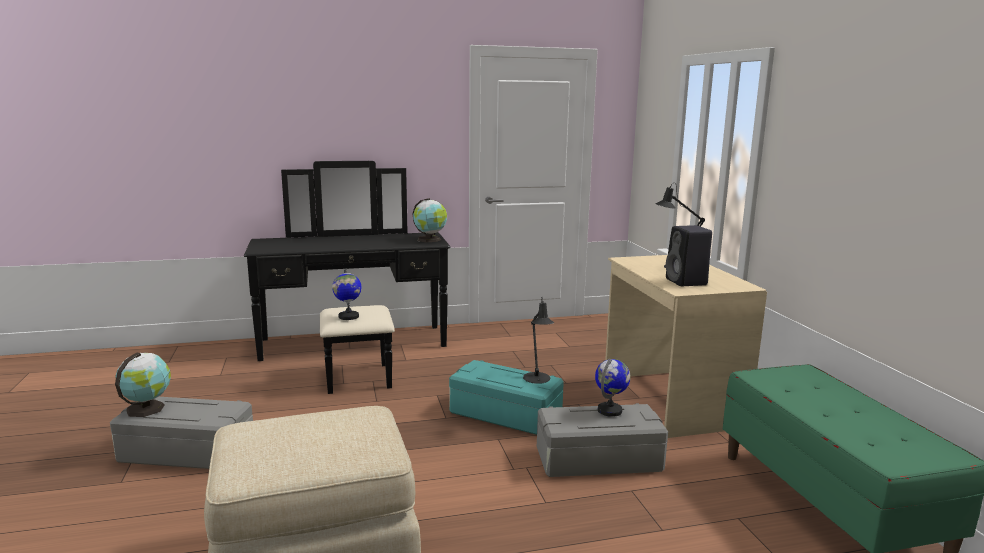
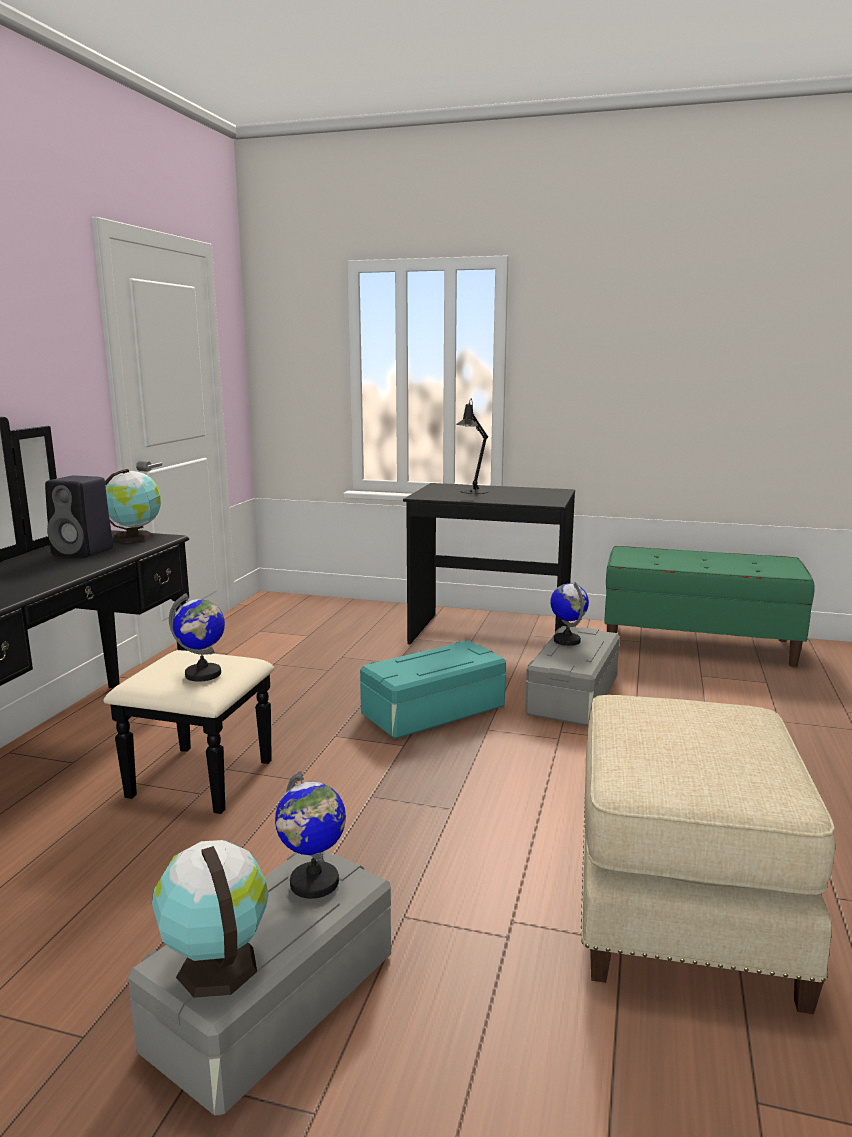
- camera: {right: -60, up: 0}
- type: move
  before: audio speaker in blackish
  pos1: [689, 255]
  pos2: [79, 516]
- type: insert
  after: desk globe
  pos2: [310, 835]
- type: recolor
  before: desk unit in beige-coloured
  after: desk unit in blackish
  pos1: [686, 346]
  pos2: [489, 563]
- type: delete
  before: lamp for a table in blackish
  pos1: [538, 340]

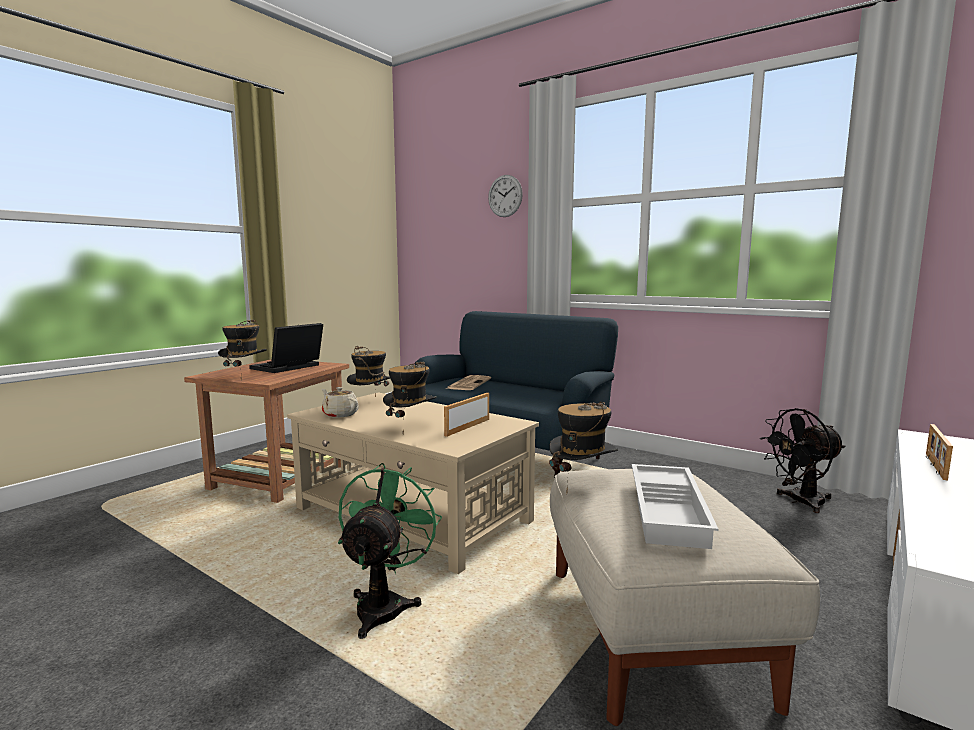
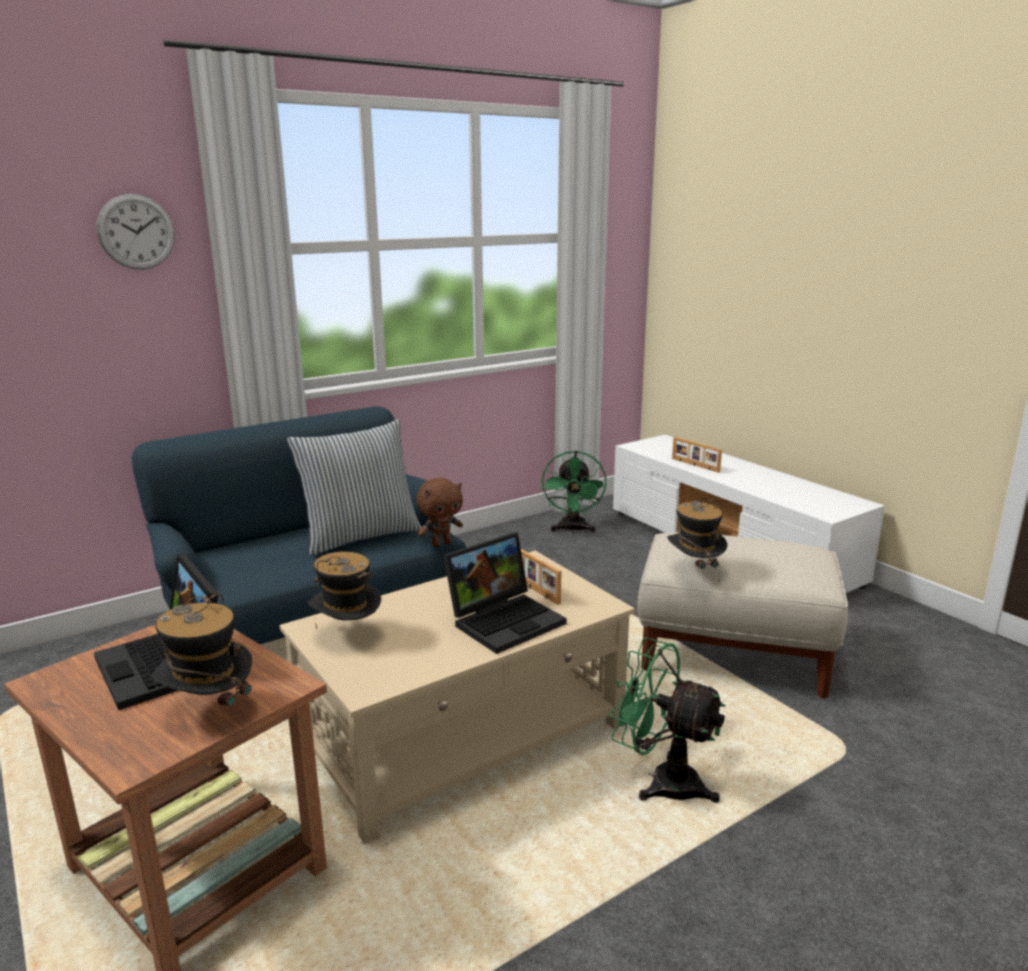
- camera: {right: -70, up: 10}
- type: insert
  after: pillow
  pos2: [354, 487]
- type: insert
  after: cuddly toy in brown-coloured
  pos2: [439, 512]
- type: replace
  before: clothing hat
  after: laptop
  pos1: [409, 398]
  pos2: [505, 593]
- type: recolor
  before: cooling fan in blackish
  after: cooling fan in green
  pos1: [803, 460]
  pos2: [574, 492]
- type: delete
  before: tea pot in beige-coloured
  pos1: [340, 402]
- type: delete
  before: daily paper
  pos1: [468, 382]
- type: delete
  before: tray in whitish
  pos1: [675, 506]

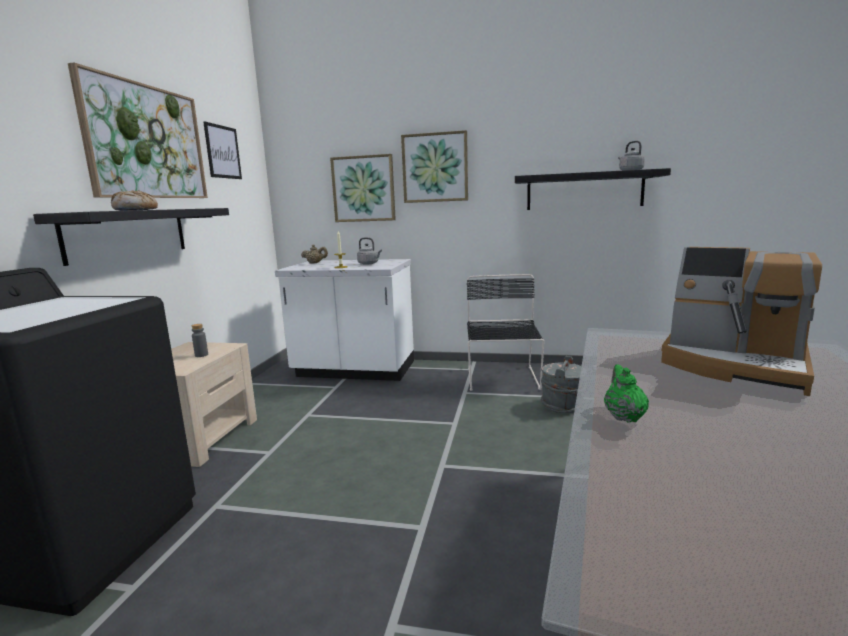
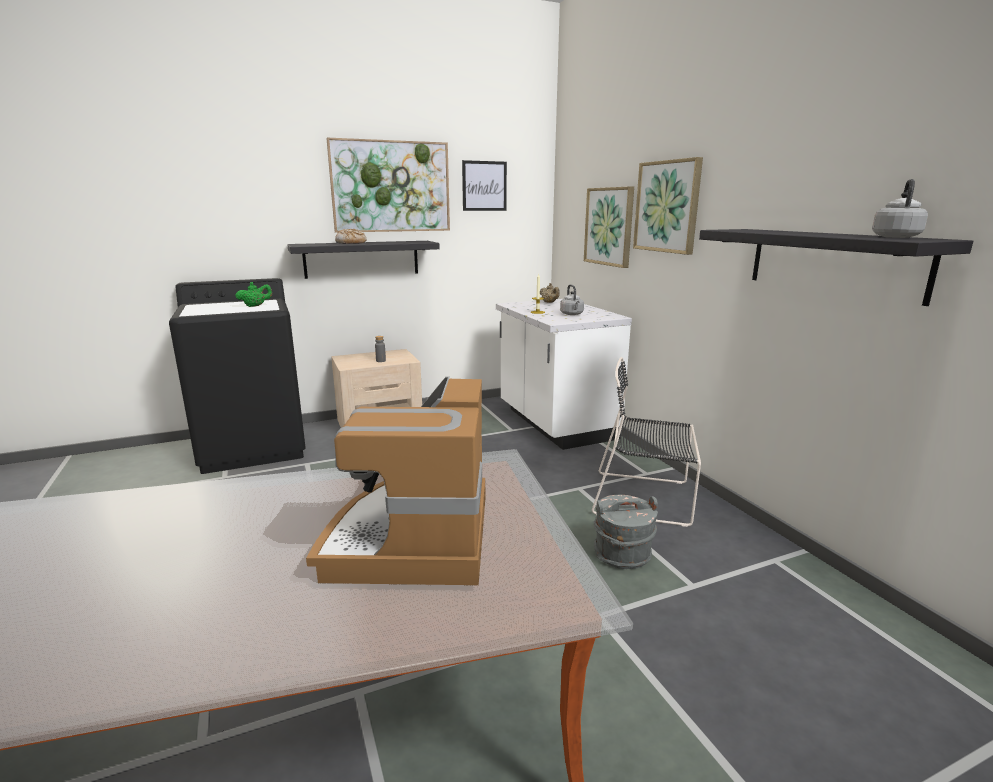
- camera: {right: 55, up: 5}
- type: move
  before: tea pot in green
  pos1: [626, 393]
  pos2: [253, 294]
- type: rotate
  before: plain chair in blackish
  pos1: [505, 332]
  pos2: [646, 442]
  turn: -135

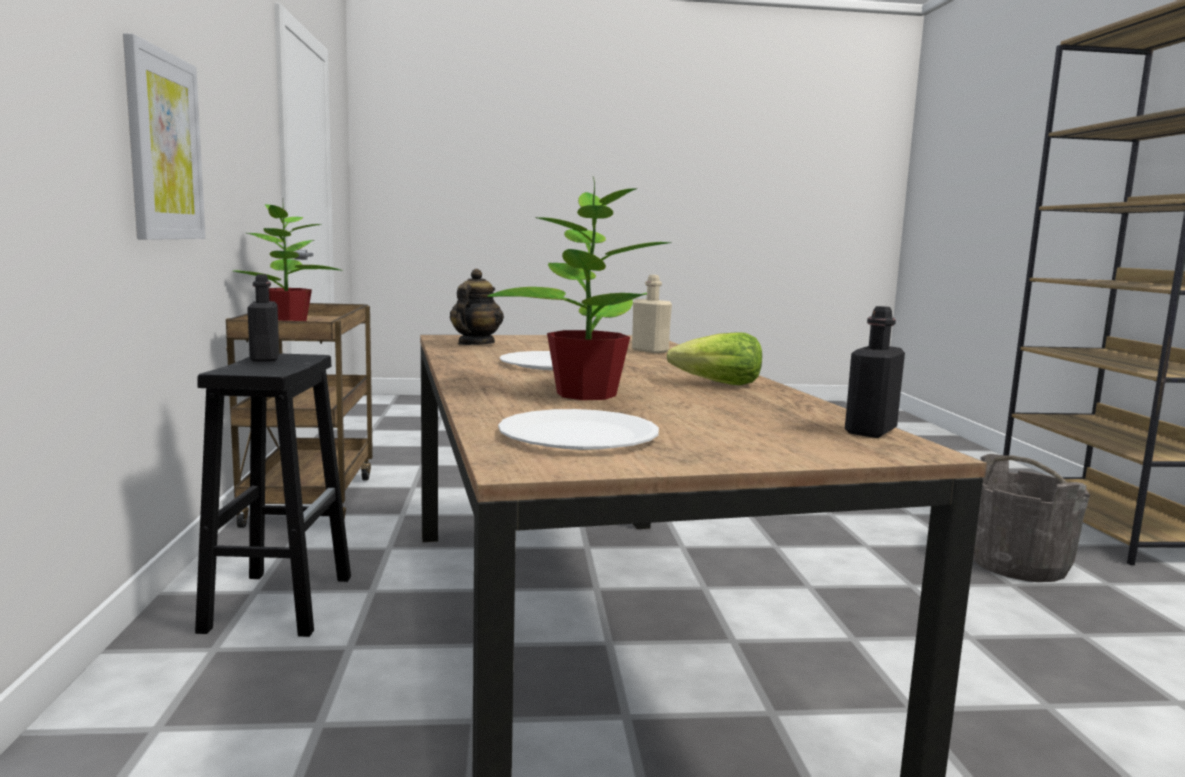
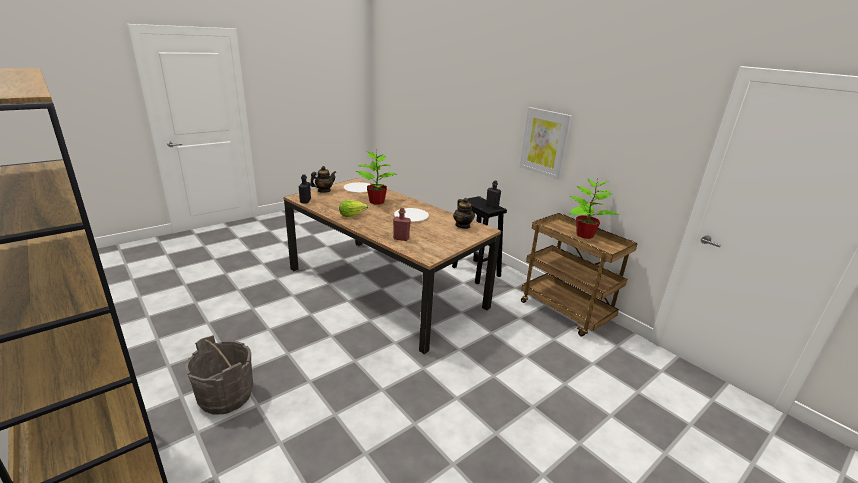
- camera: {right: 145, up: 15}
- type: insert
  after: tea pot
  pos2: [323, 179]
- type: recolor
  before: beverage bottle in beige-coloured
  after: beverage bottle in red-coloured
  pos1: [652, 314]
  pos2: [402, 224]

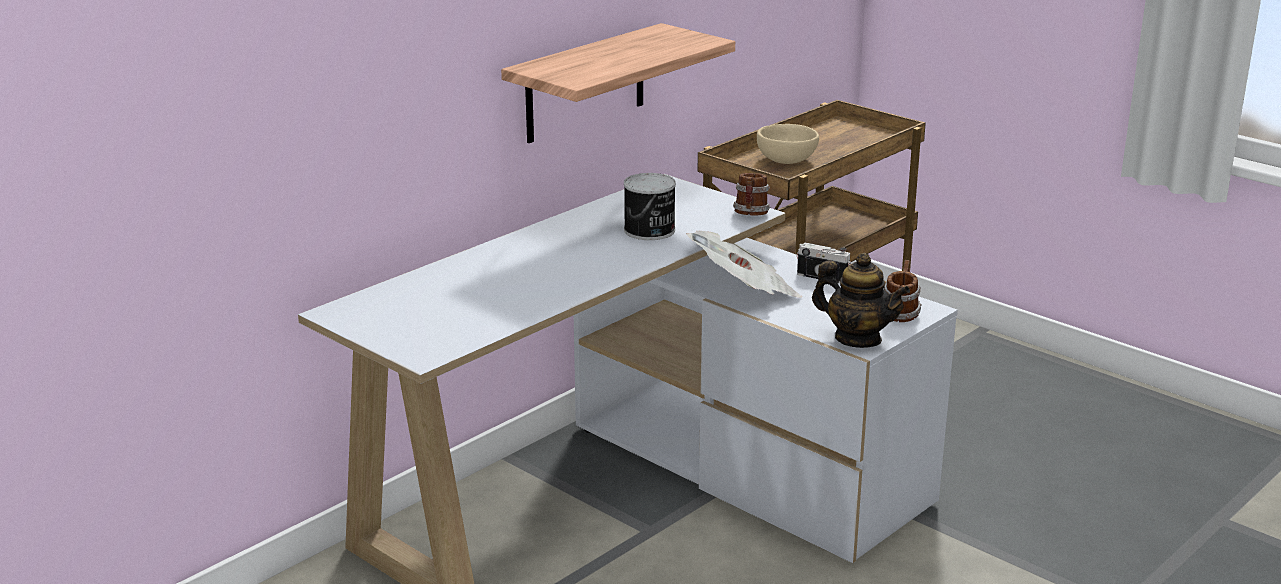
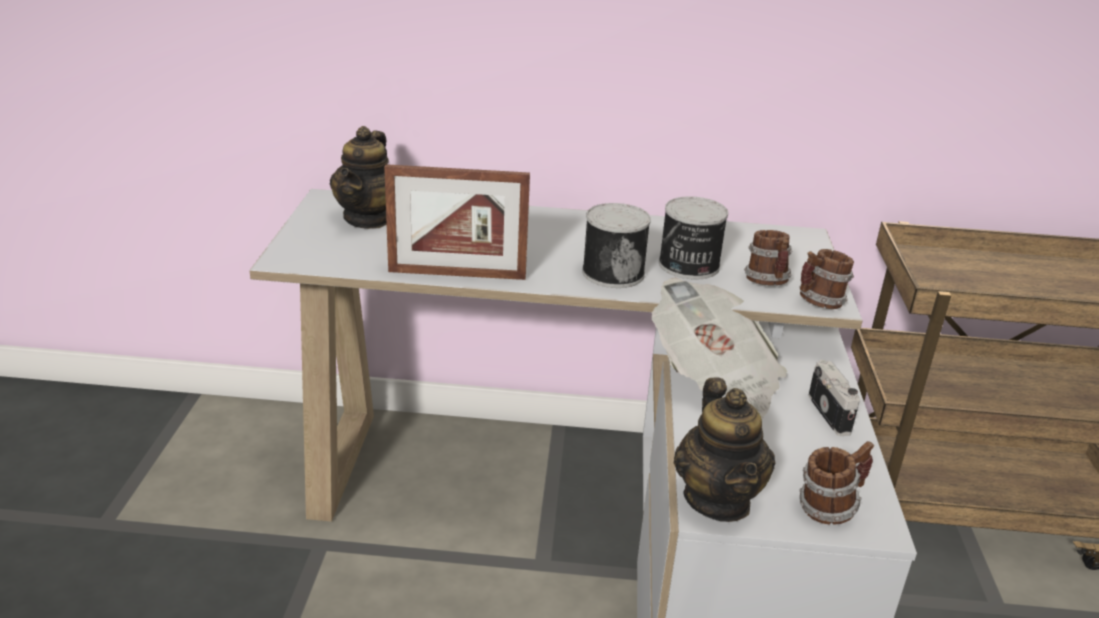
- camera: {right: 50, up: 5}
- type: insert
  after: tea pot
  pos2: [359, 177]
- type: insert
  after: picture frame
  pos2: [457, 222]
- type: insert
  after: sealed can
  pos2: [616, 245]
- type: insert
  after: tea mug
  pos2: [768, 257]
- type: delete
  before: wall shelf
  pos1: [618, 83]
- type: delete
  before: serving bowl in beige-coloured
  pos1: [788, 144]

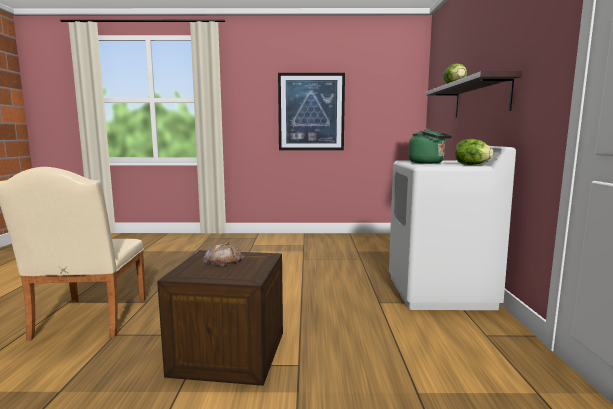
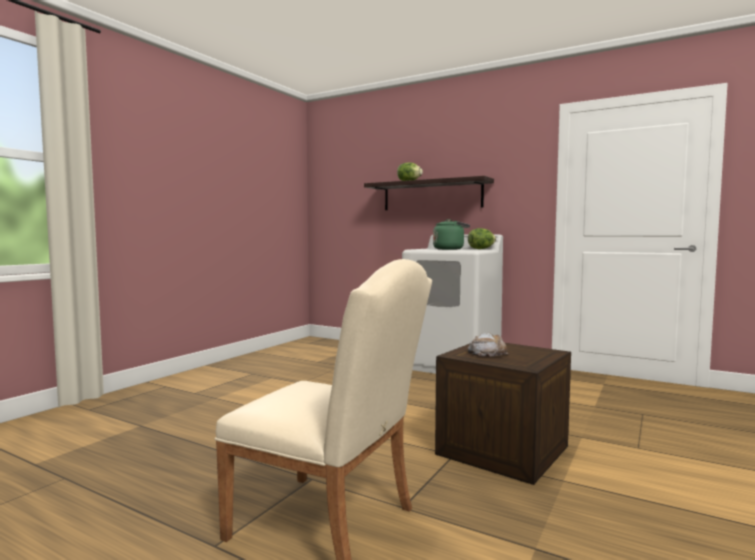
- camera: {right: -60, up: -5}
- type: delete
  before: wall picture
  pos1: [311, 111]

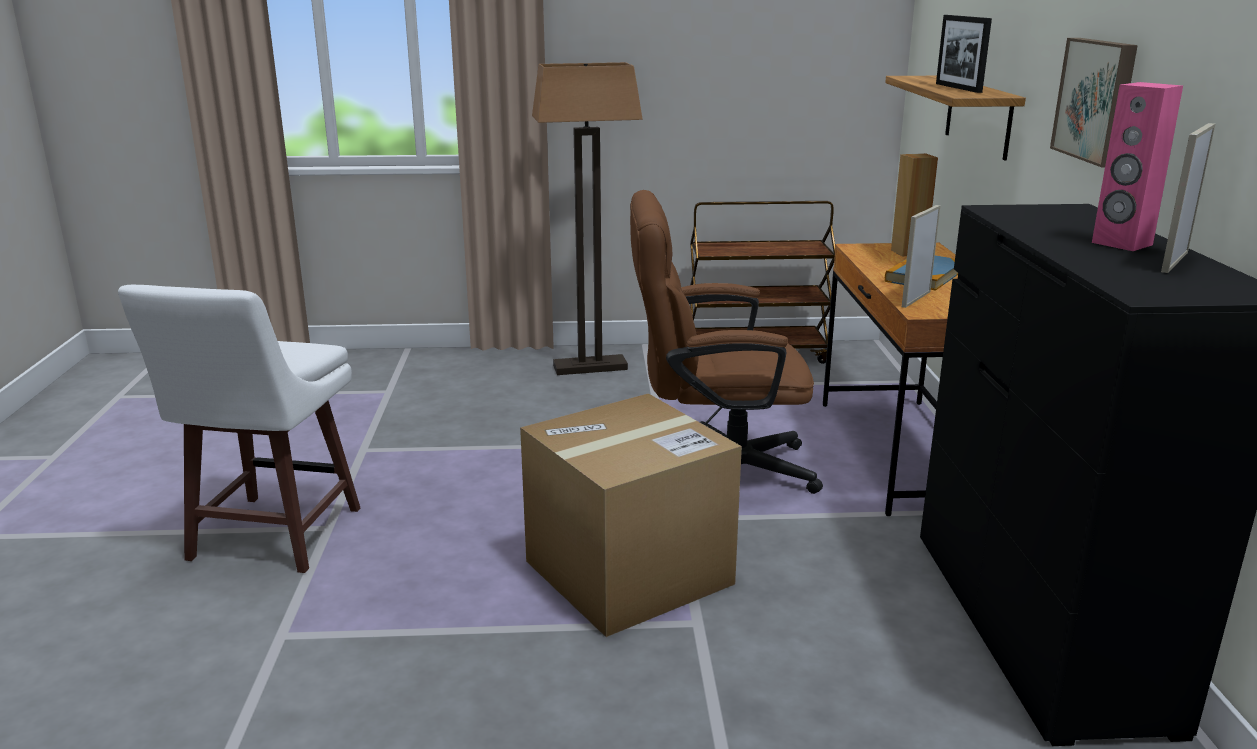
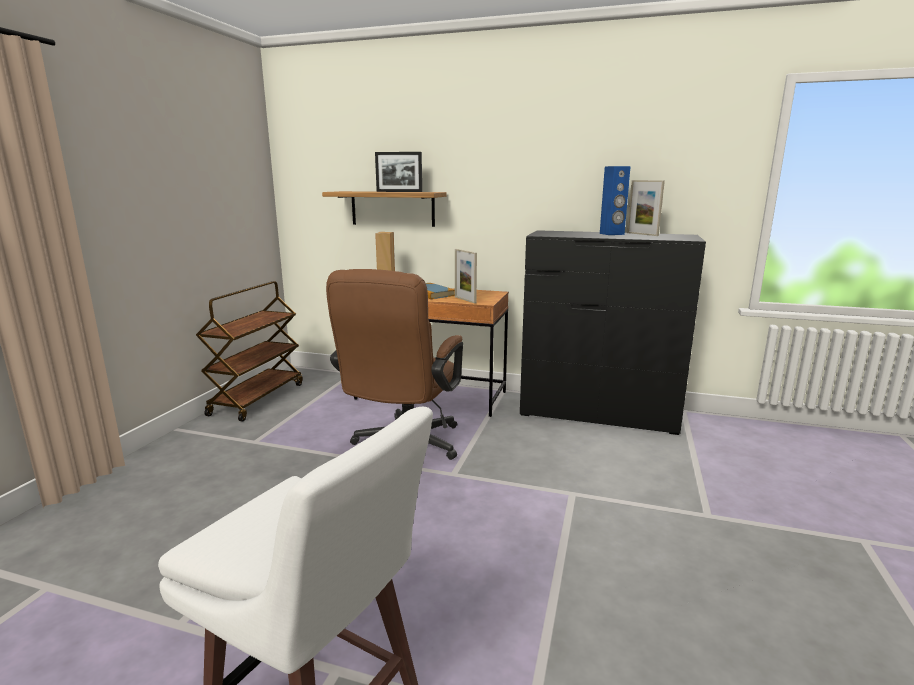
- camera: {right: -70, up: -5}
- type: recolor
  before: audio speaker in pinkish
  after: audio speaker in blue-coloured
  pos1: [1137, 166]
  pos2: [615, 200]
- type: delete
  before: carton
  pos1: [631, 515]
- type: delete
  before: standing lamp
  pos1: [587, 218]
- type: delete
  before: wall picture
  pos1: [1094, 102]

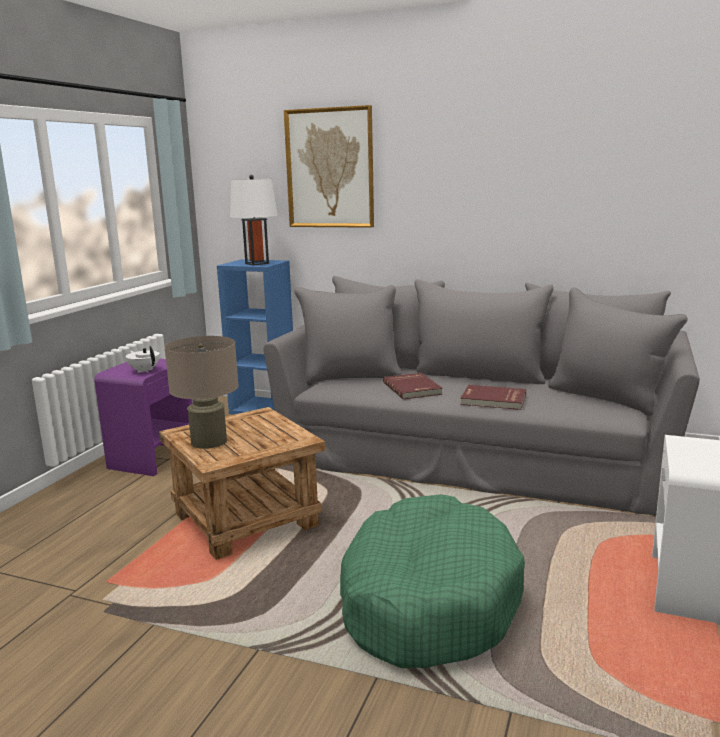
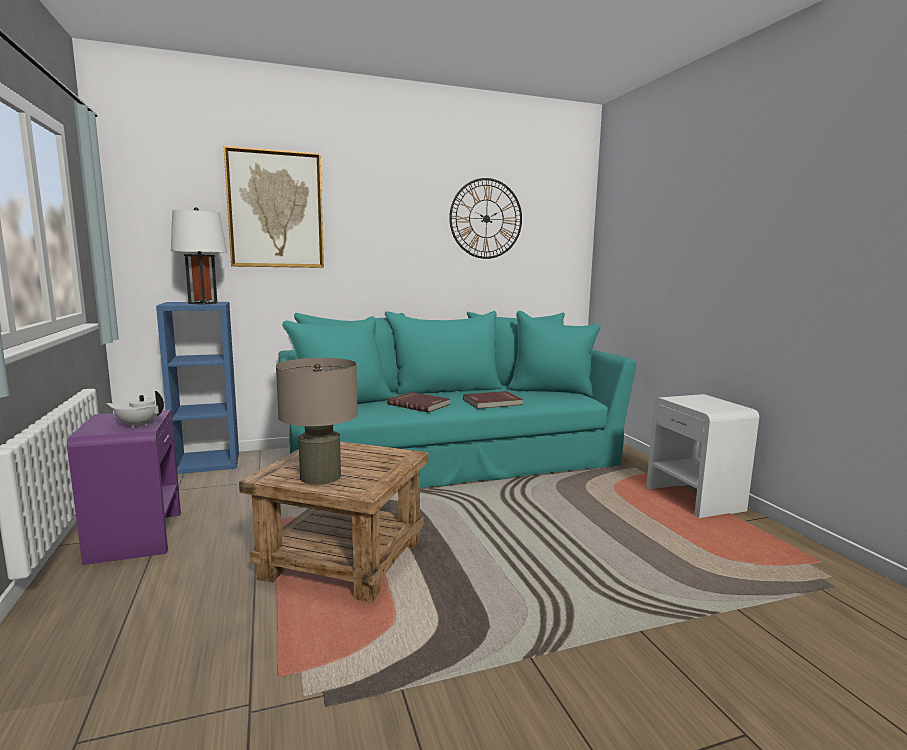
- camera: {right: -40, up: -5}
- type: recolor
  before: couch in grey
  after: couch in turquoise
  pos1: [481, 396]
  pos2: [457, 399]
- type: insert
  after: clock on the wall
  pos2: [485, 218]
- type: delete
  before: dog bed in green
  pos1: [432, 581]

